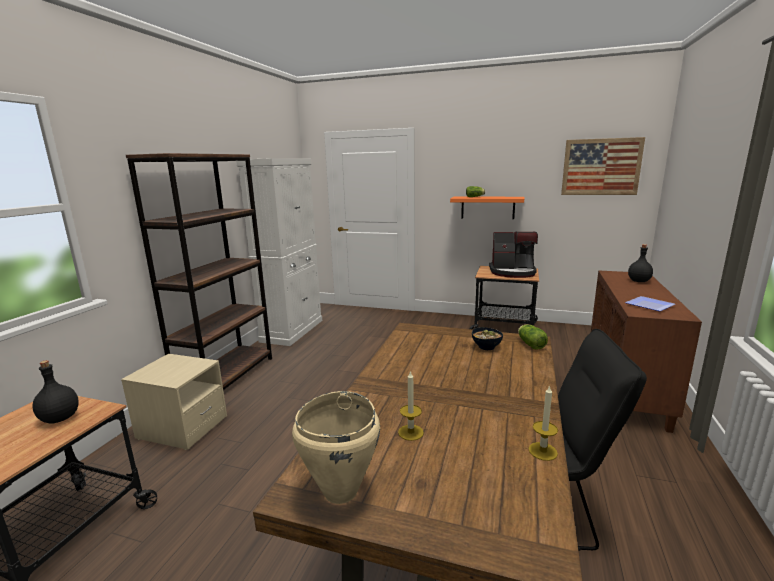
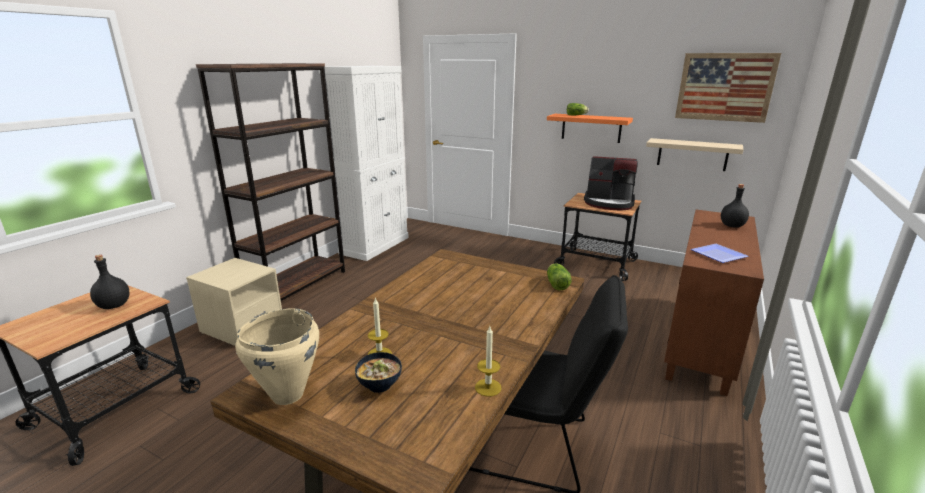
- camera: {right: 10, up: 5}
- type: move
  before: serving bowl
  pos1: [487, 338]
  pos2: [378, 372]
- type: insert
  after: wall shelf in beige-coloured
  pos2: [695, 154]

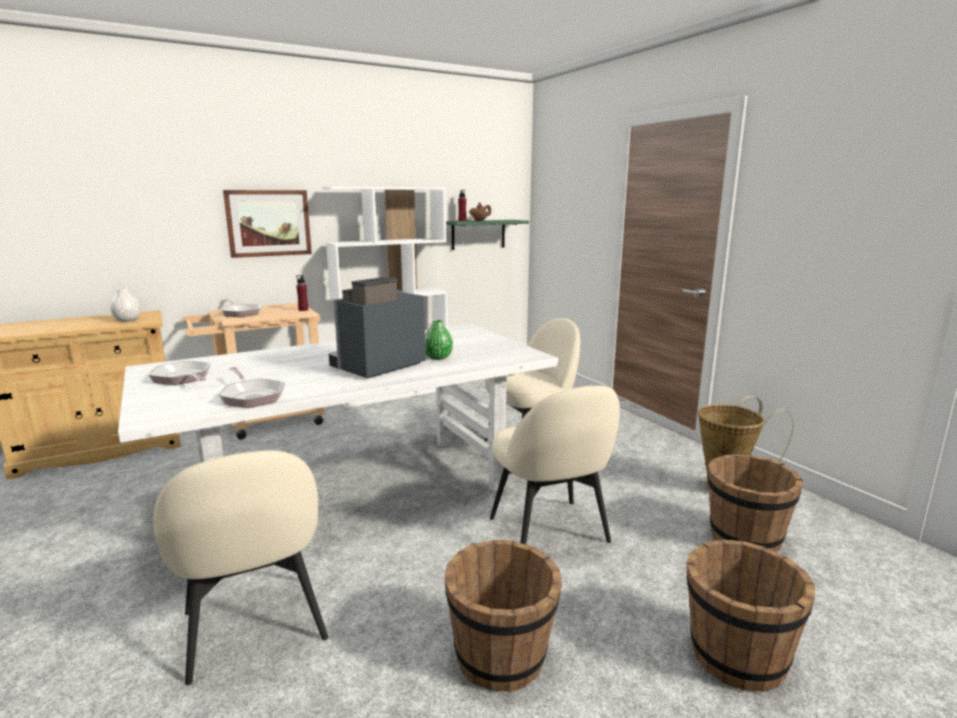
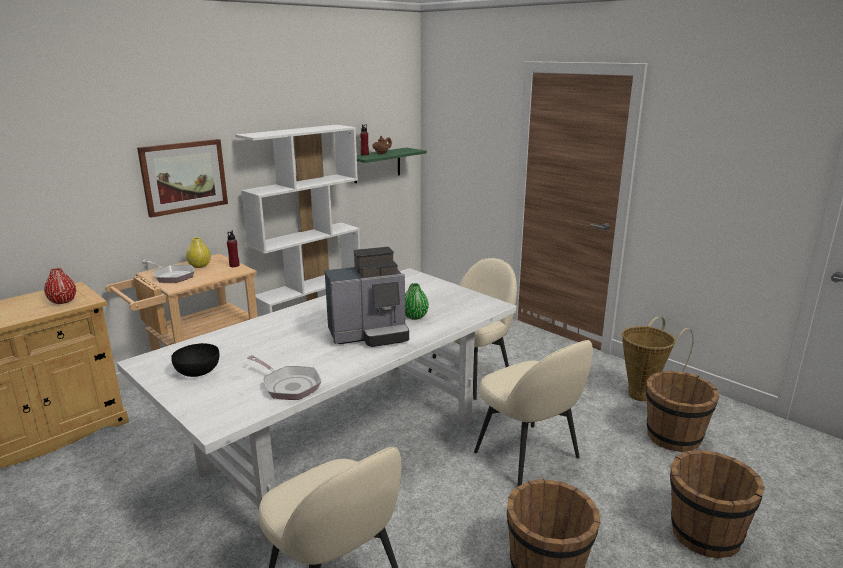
- camera: {right: -15, up: 5}
- type: recolor
  before: decorative vase in whitish
  after: decorative vase in red-coloured
  pos1: [125, 305]
  pos2: [60, 286]
- type: replace
  before: pan
  after: serving bowl in blackish
  pos1: [179, 373]
  pos2: [195, 360]
- type: insert
  after: decorative vase in yellowish
  pos2: [198, 252]
- type: rotate
  before: coffee maker
  pos1: [377, 327]
  pos2: [367, 297]
  turn: -135

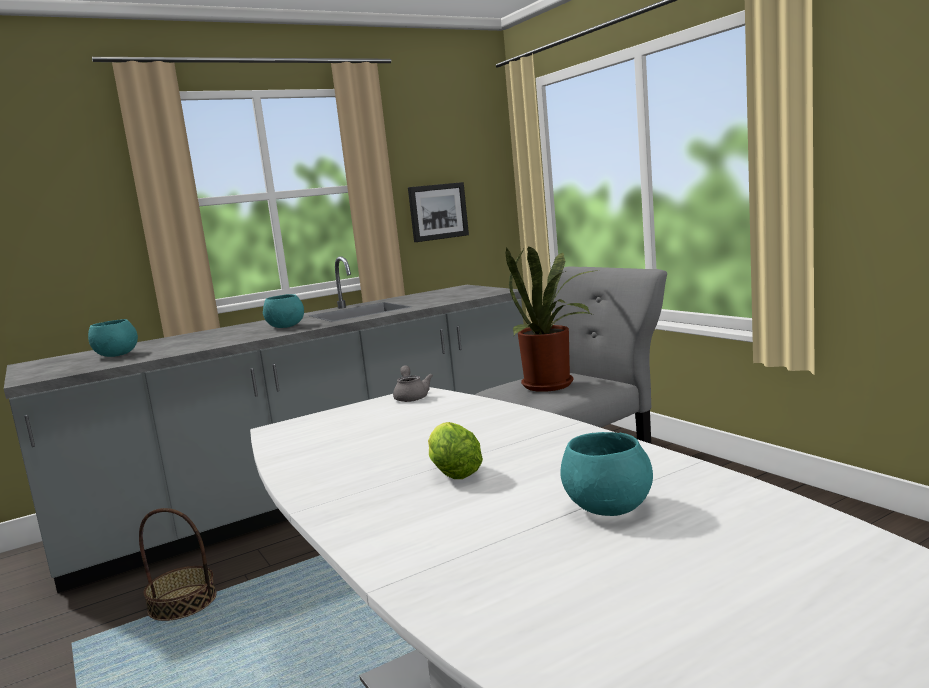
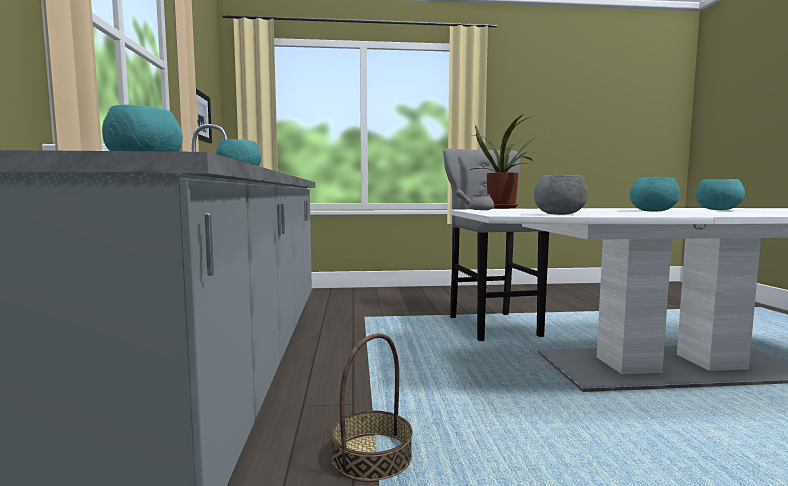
- camera: {right: -65, up: -5}
- type: insert
  after: serving bowl in grey
  pos2: [561, 195]
- type: replace
  before: lettuce
  after: serving bowl in turquoise
  pos1: [455, 450]
  pos2: [655, 194]

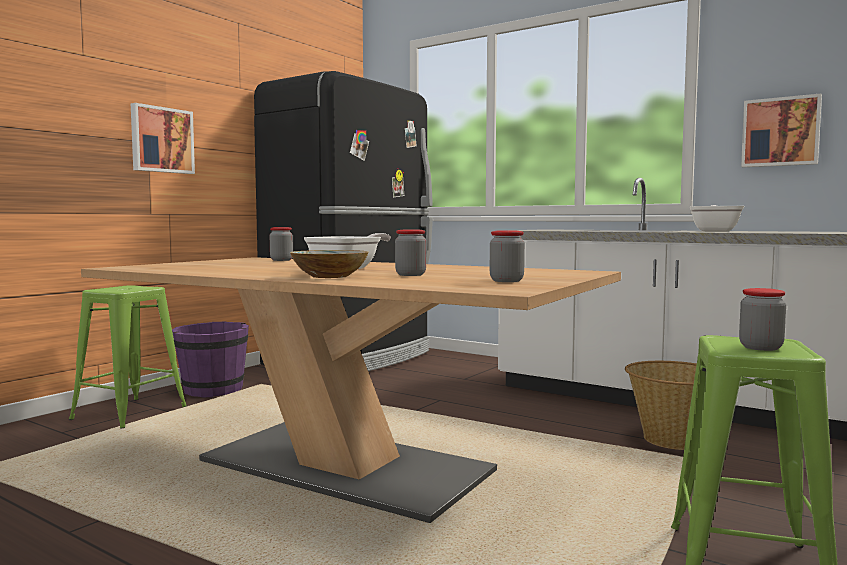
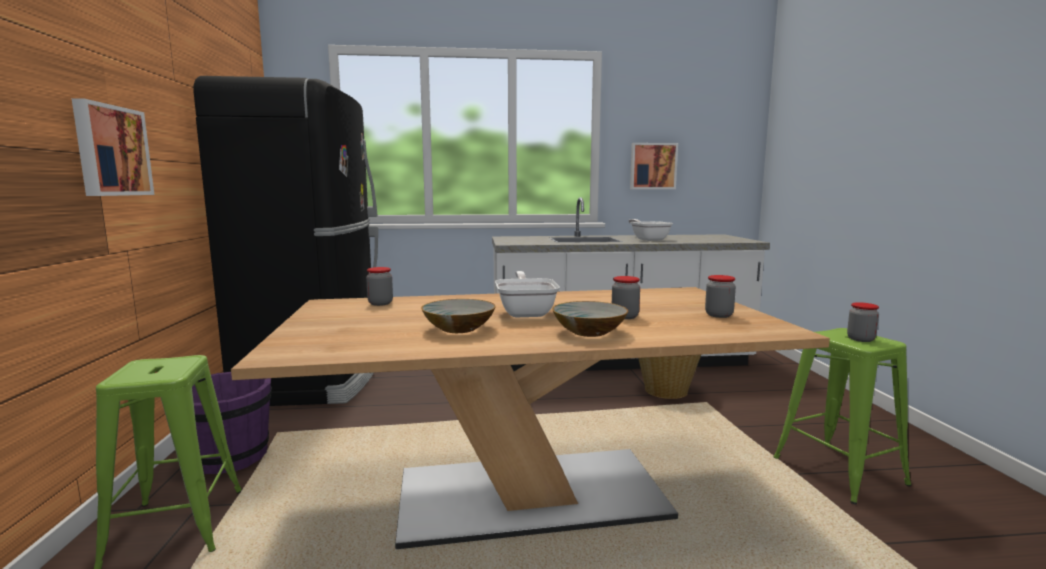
- camera: {right: -40, up: 5}
- type: insert
  after: serving bowl
  pos2: [458, 316]

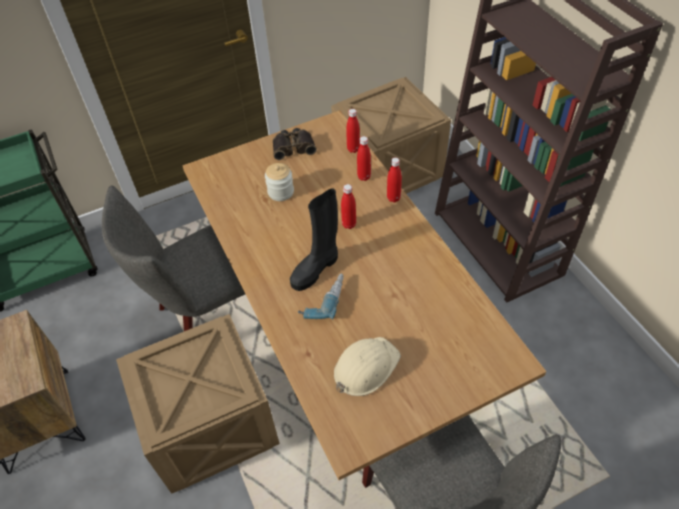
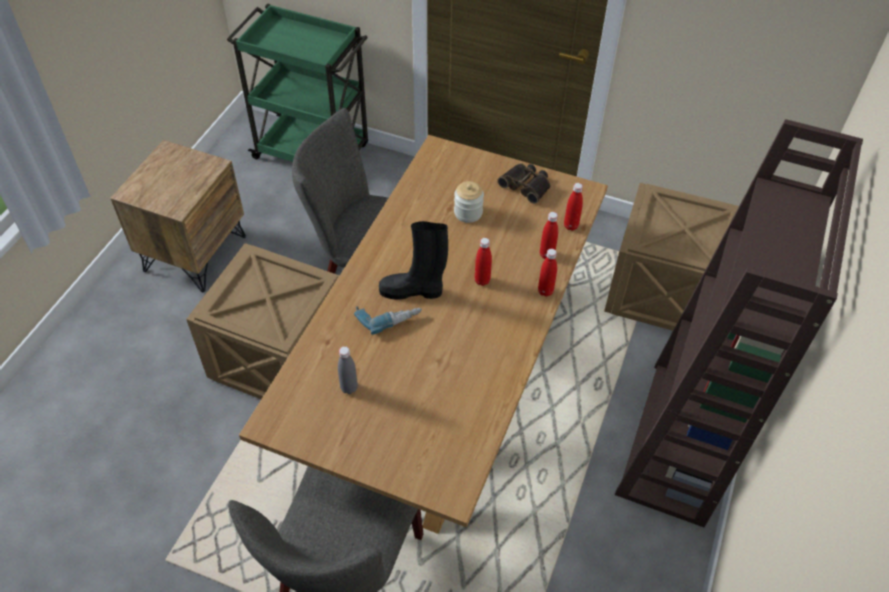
- camera: {right: 45, up: 0}
- type: replace
  before: safety helmet in beige-coloured
  after: beverage bottle in grey
  pos1: [367, 366]
  pos2: [348, 370]

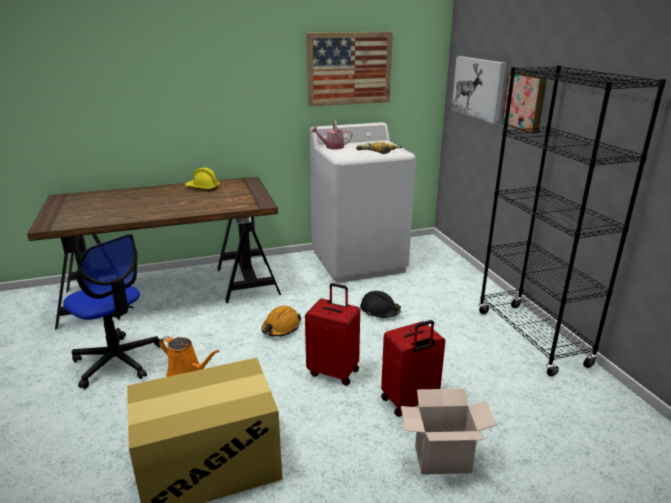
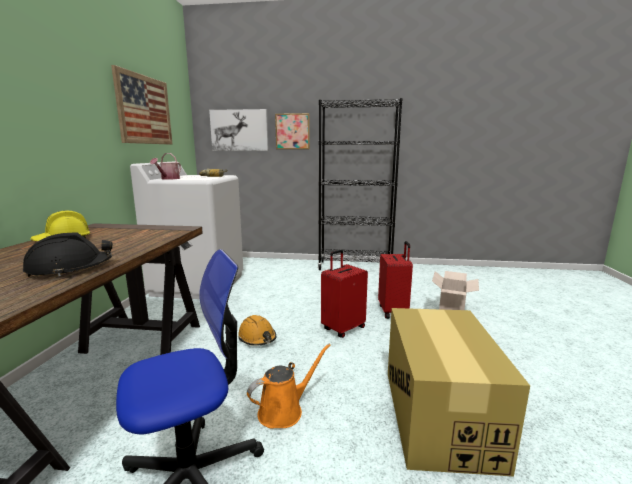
- camera: {right: -65, up: -10}
- type: move
  before: safety helmet in blackish
  pos1: [380, 304]
  pos2: [68, 254]

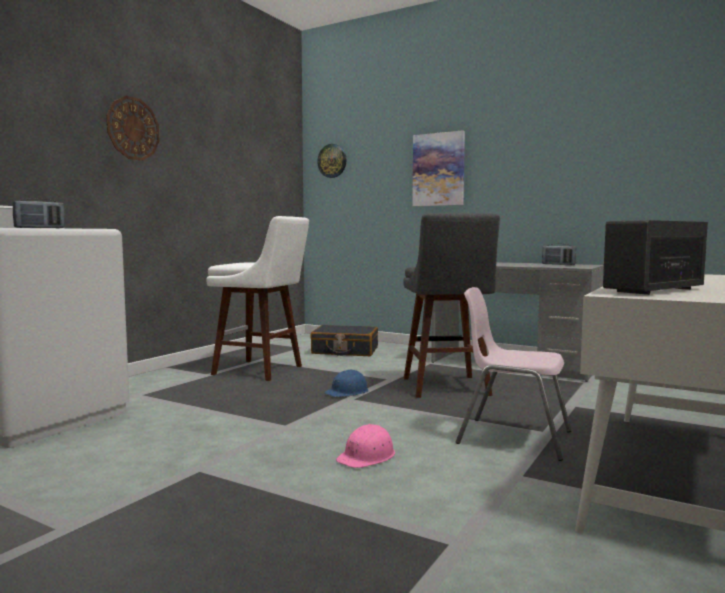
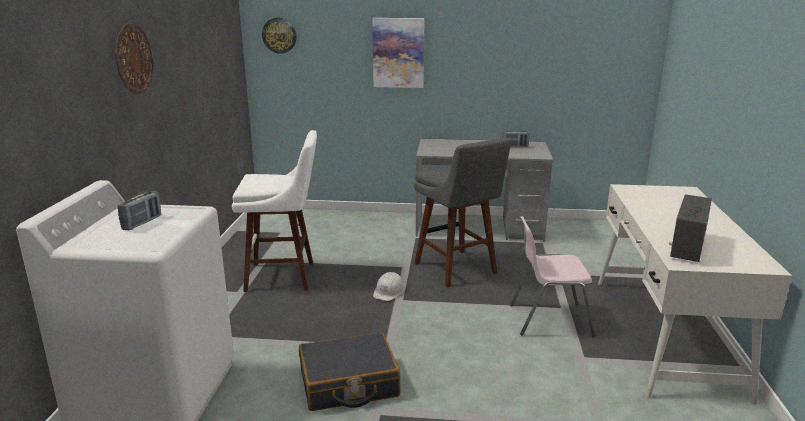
- camera: {right: -25, up: 15}
- type: move
  before: piece of luggage in blackish
  pos1: [344, 340]
  pos2: [350, 371]
- type: recolor
  before: safety helmet in blue-coloured
  after: safety helmet in whitish
  pos1: [346, 383]
  pos2: [389, 286]
- type: delete
  before: safety helmet in pinkish
  pos1: [365, 446]

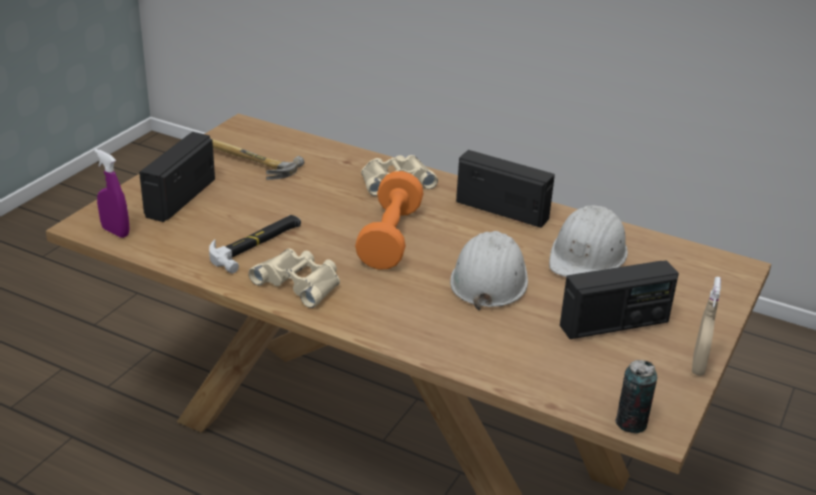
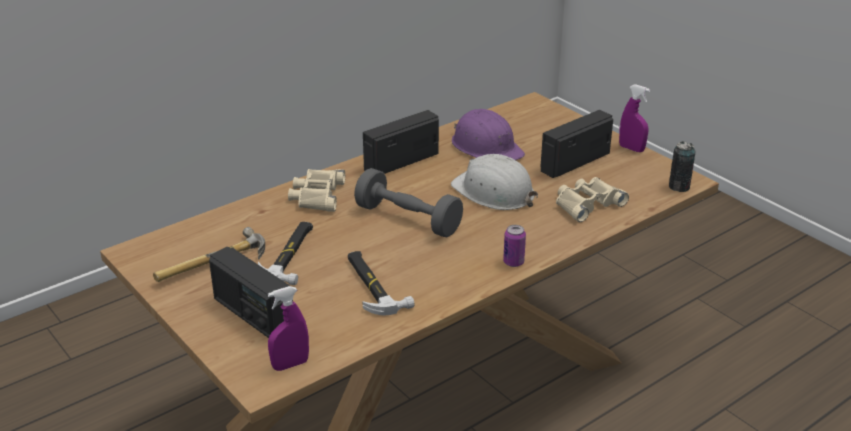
- camera: {right: -65, up: 0}
- type: insert
  after: tool hammer
  pos2: [285, 253]
- type: recolor
  before: hand weight in orangey
  after: hand weight in grey
  pos1: [389, 220]
  pos2: [408, 202]
- type: recolor
  before: safety helmet in whitish
  after: safety helmet in purplish
  pos1: [588, 241]
  pos2: [488, 134]
- type: insert
  after: sealed can
  pos2: [514, 246]
- type: rotate
  before: radio receiver
  pos1: [619, 300]
  pos2: [577, 144]
  turn: -135
- type: move
  before: pair of binoculars in beige-coloured
  pos1: [294, 278]
  pos2: [592, 199]
- type: recolor
  before: spray bottle in beige-coloured
  after: spray bottle in purplish
  pos1: [706, 326]
  pos2: [634, 118]

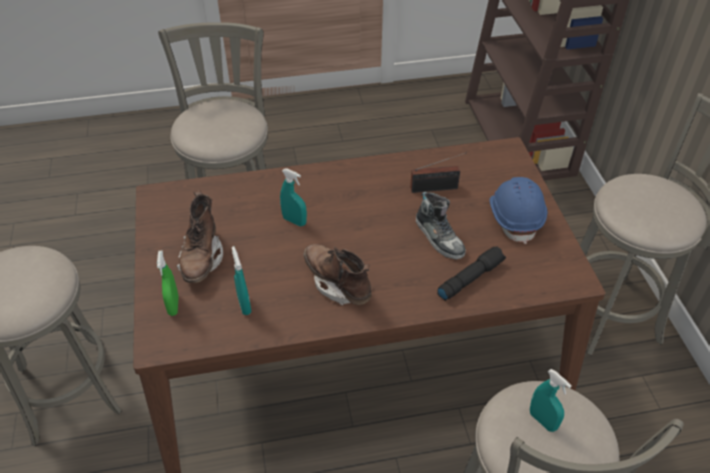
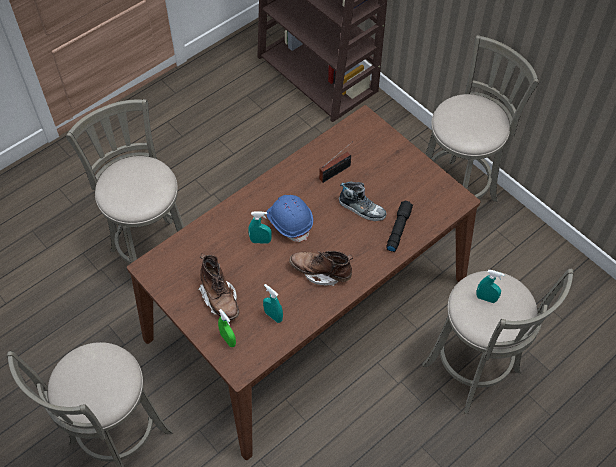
- camera: {right: -30, up: 10}
- type: move
  before: safety helmet in blue-coloured
  pos1: [518, 210]
  pos2: [289, 218]

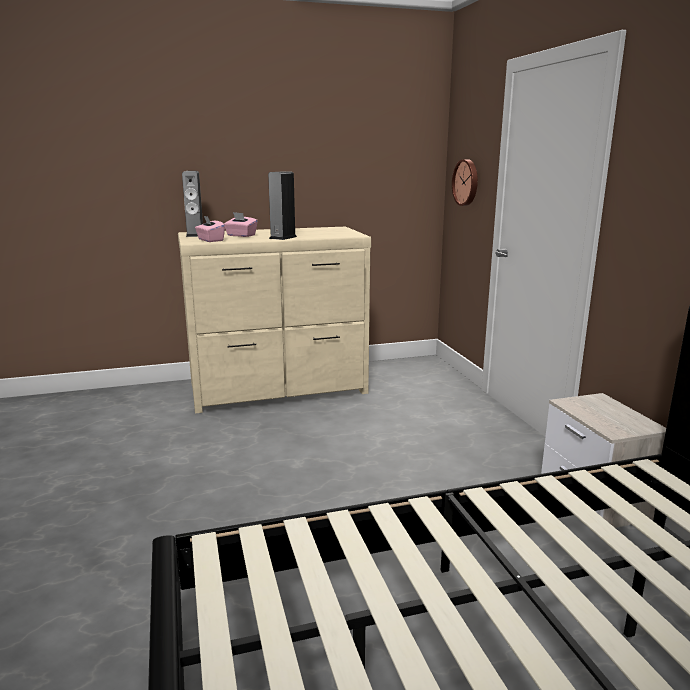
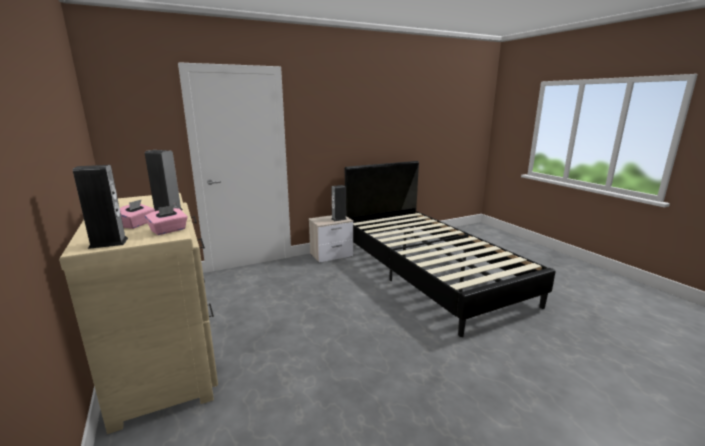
- camera: {right: -100, up: 0}
- type: insert
  after: audio speaker
  pos2: [339, 203]
- type: delete
  before: clock on the wall
  pos1: [465, 182]

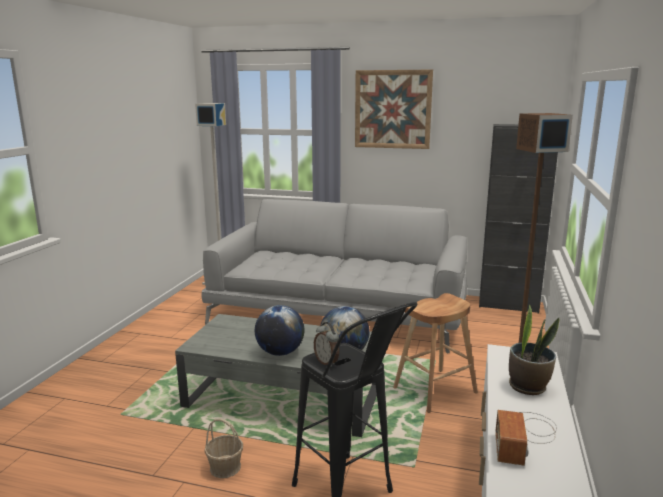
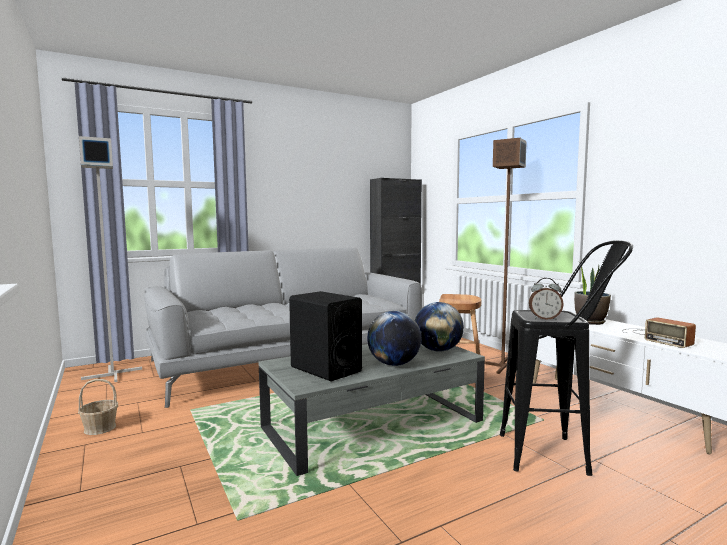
- camera: {right: -45, up: -10}
- type: move
  before: basket
  pos1: [223, 448]
  pos2: [98, 407]
- type: insert
  after: audio speaker in blackish
  pos2: [325, 336]
- type: delete
  before: wall picture
  pos1: [394, 109]

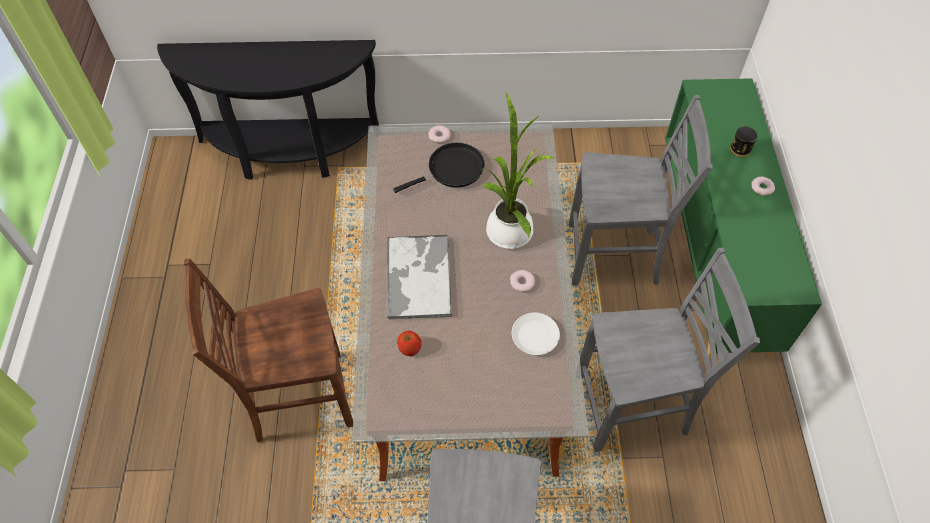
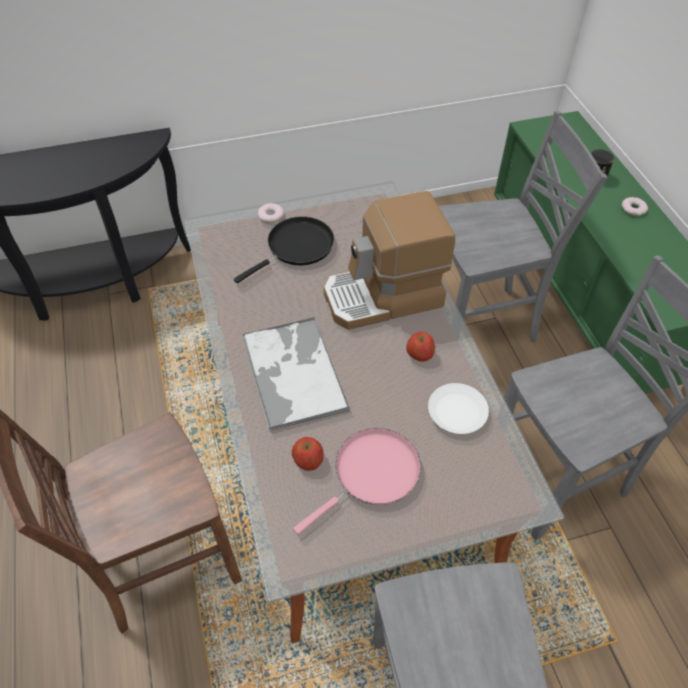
- camera: {right: -15, up: -5}
- type: insert
  after: pan in pinkish
  pos2: [357, 481]
- type: replace
  before: plant in a pot
  after: coffee maker
  pos1: [518, 170]
  pos2: [389, 260]
- type: replace
  before: donut
  after: apple fruit
  pos1: [522, 281]
  pos2: [420, 347]

